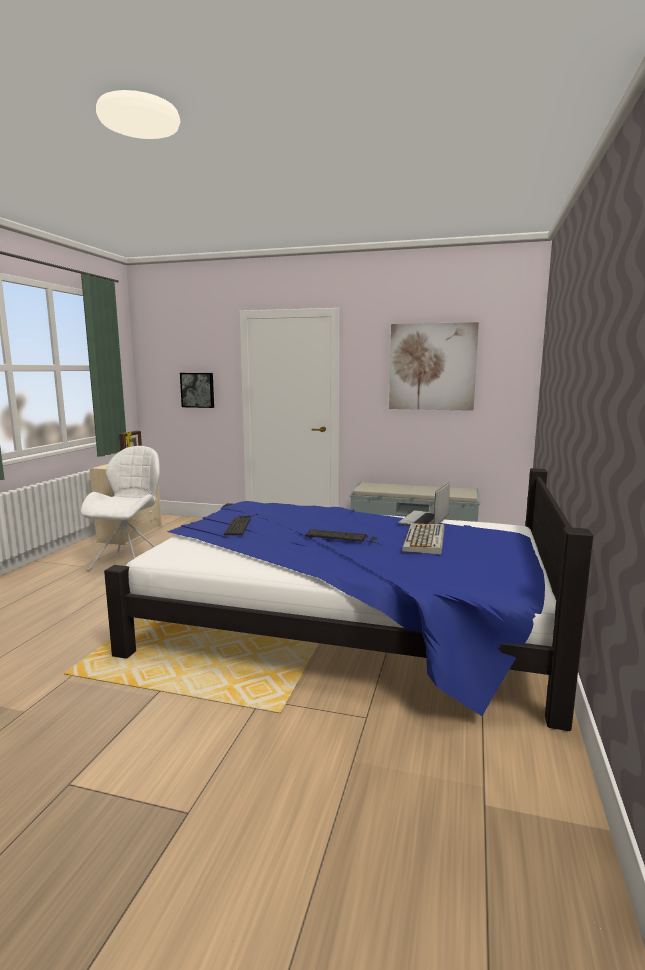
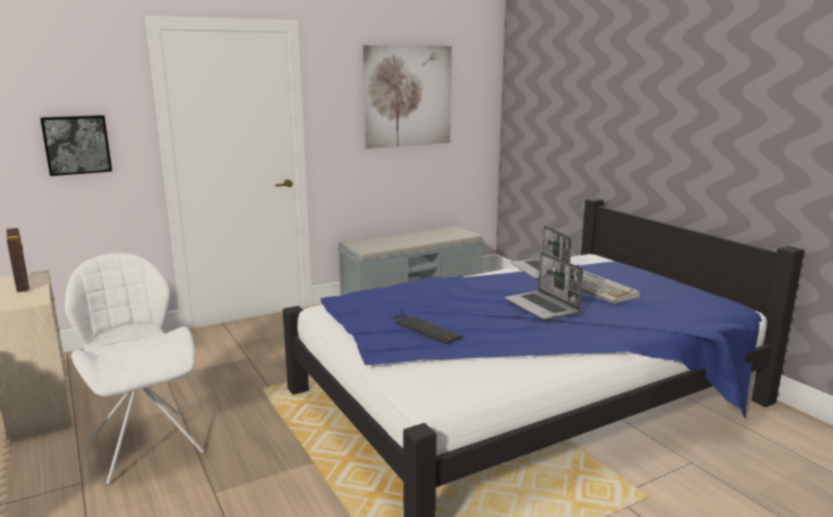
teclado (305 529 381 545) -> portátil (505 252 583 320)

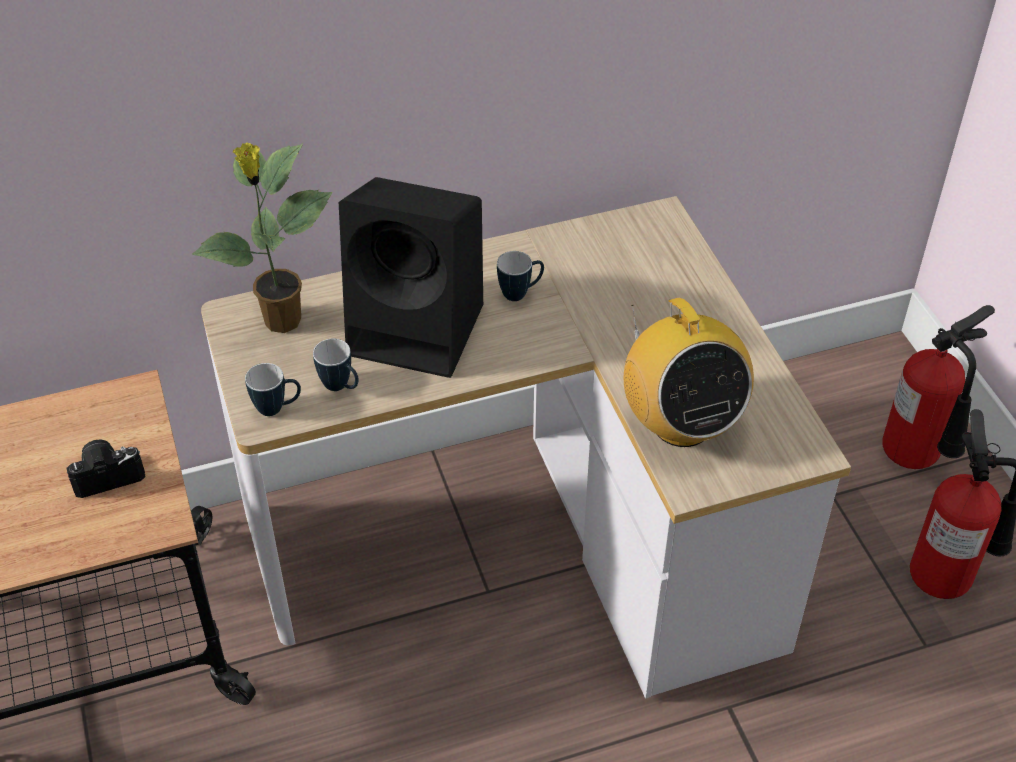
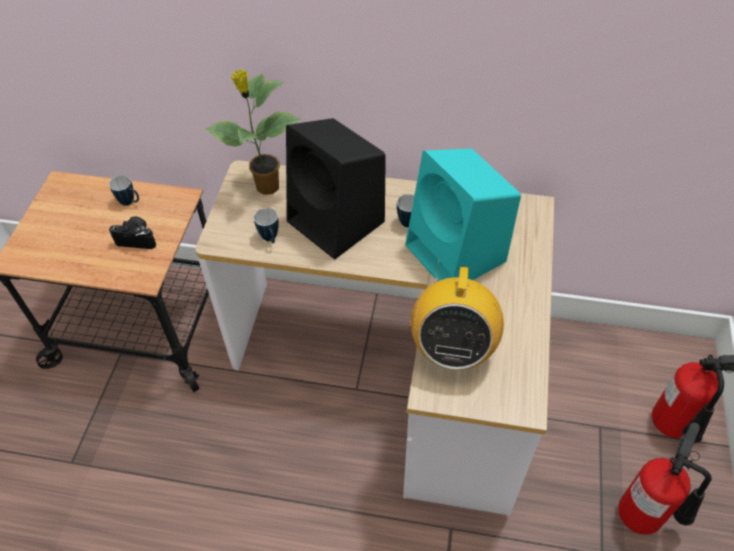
taza grande (245 363 301 416) -> taza grande (109 175 139 206), relocated
none -> altavoz/turquesa (406 148 521 281)

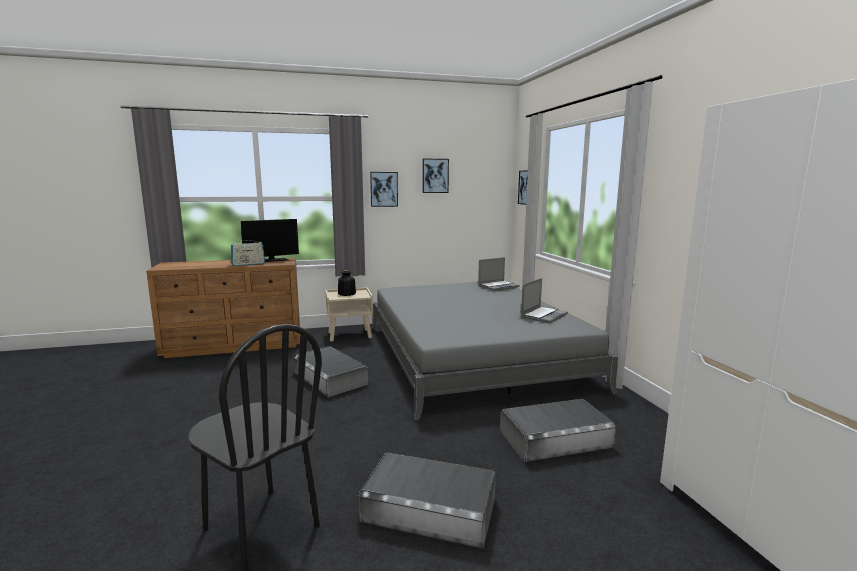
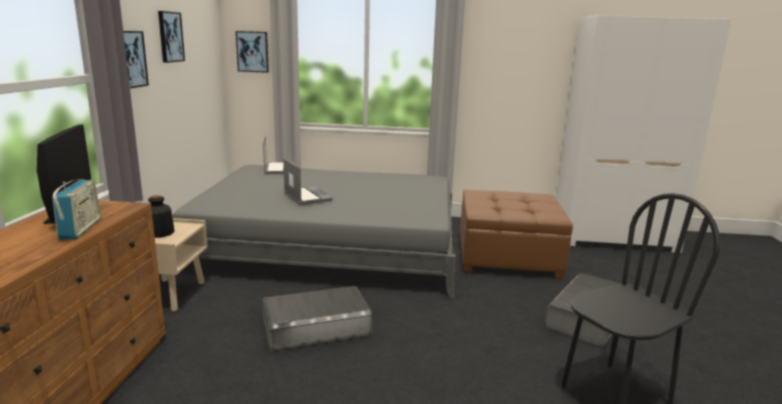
portátil (521 278 568 323) -> portátil (283 158 333 205), relocated
caja de almacenaje/gris (500 399 616 462) -> puf/marrón (460 190 573 280)

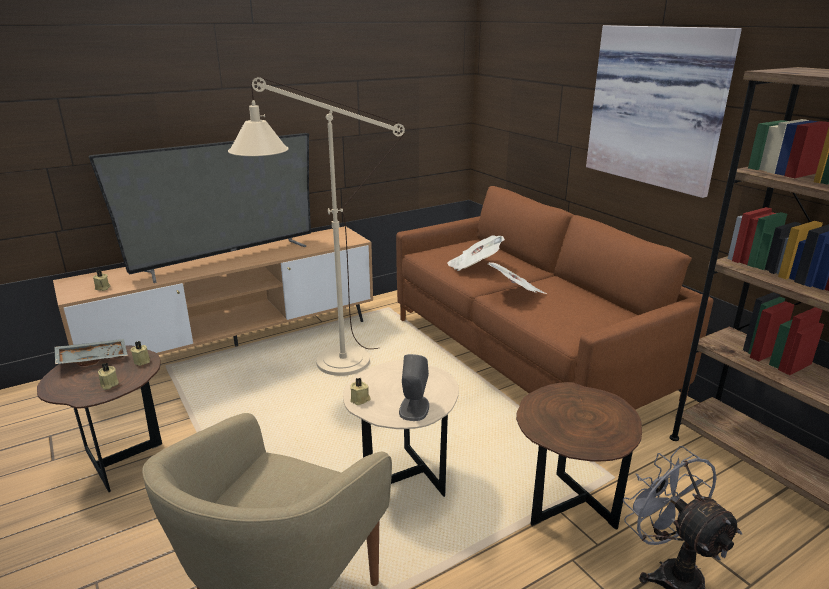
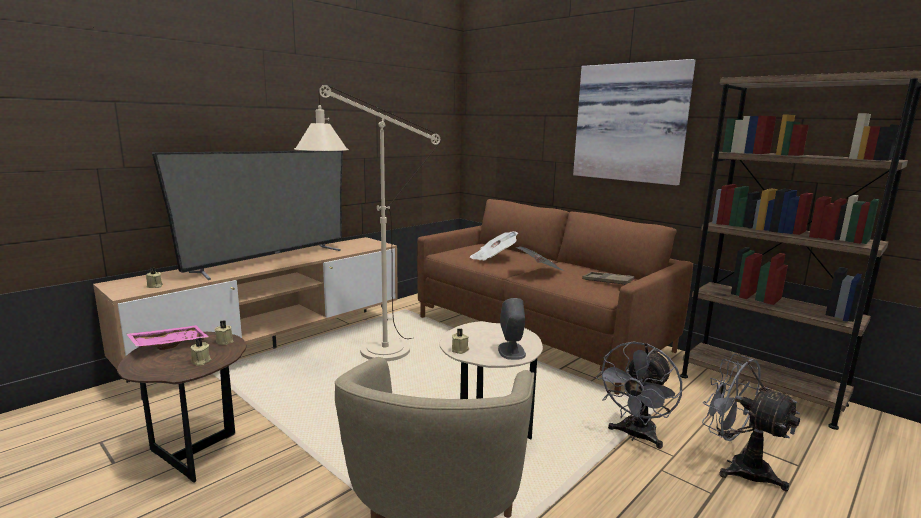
bandeja/gris (55 339 128 366) -> bandeja/rosa (127 325 209 350)
none -> bandeja/marrón (582 272 634 285)
mesa auxiliar/marrón (516 382 642 530) -> ventilador/gris (596 342 682 449)

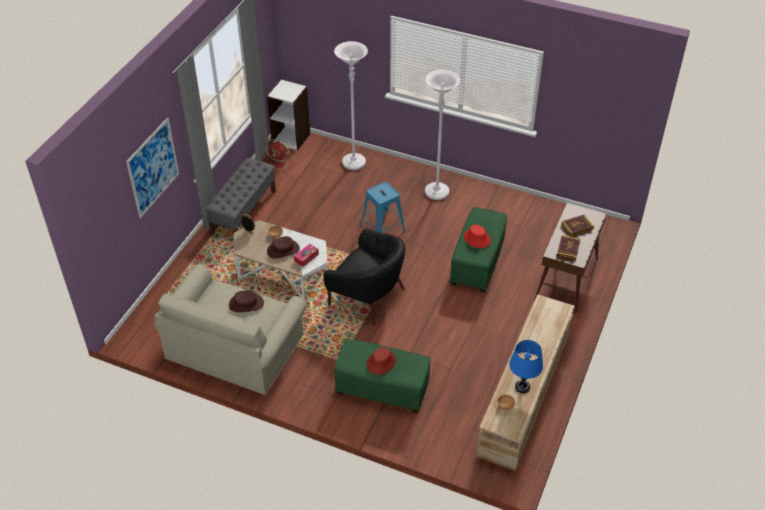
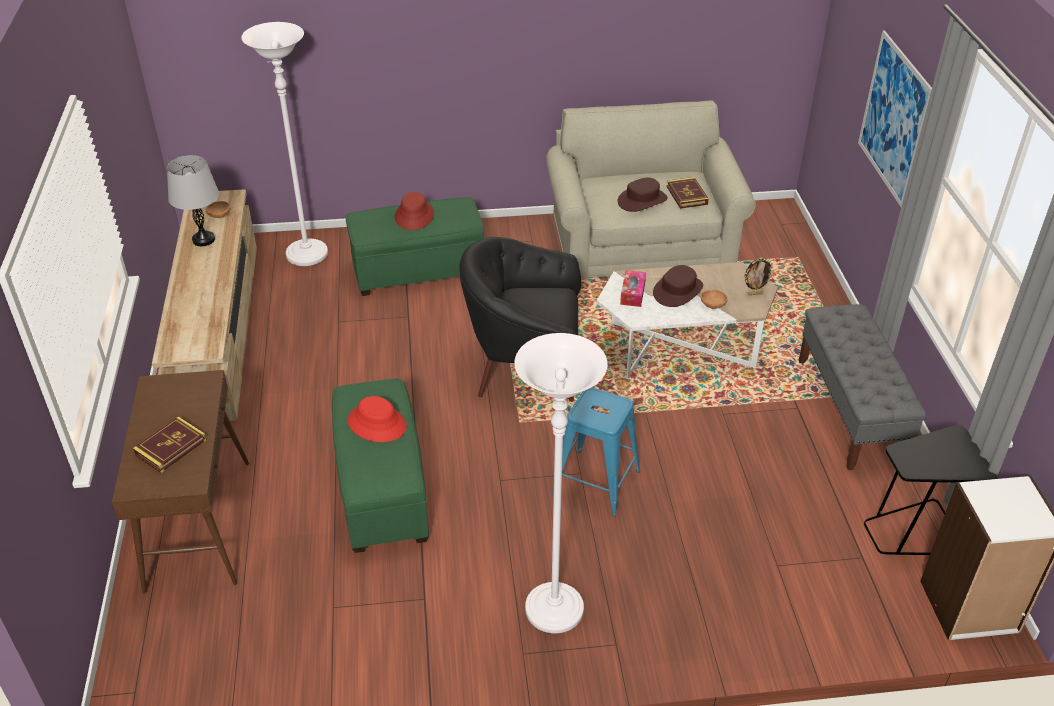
lámpara de mesa/azul (509 340 543 393) -> lámpara de mesa/gris (167 155 219 246)
lámpara de pie/blanco (334 41 368 170) -> lámpara de pie/blanco (241 22 328 266), relocated
libro (557 235 580 261) -> libro (666 177 709 209), relocated
ventilador/rojo (265 139 292 172) -> mesa auxiliar/negro (864 425 997 555)

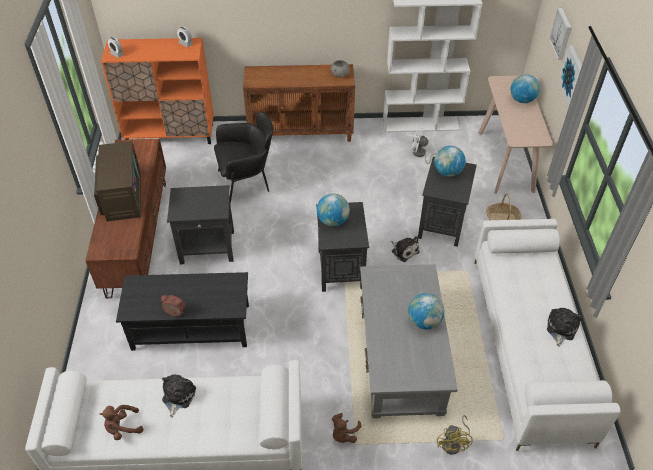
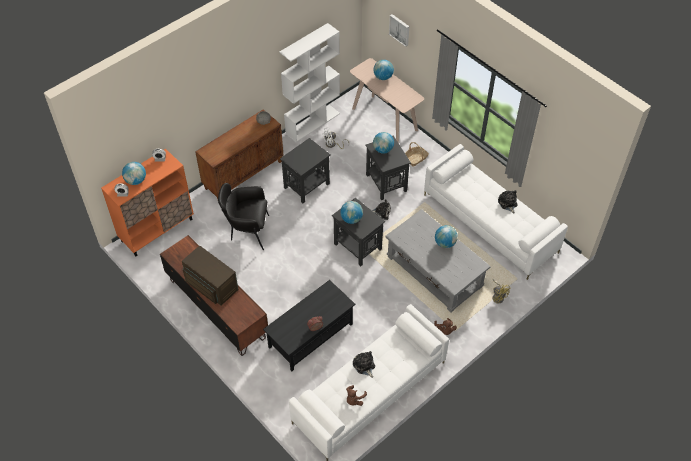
none -> globo terráqueo (122 162 146 185)
sillón/negro (214 111 273 204) -> sillón/negro (218 183 269 250), 120 degrees counterclockwise
mesa auxiliar/negro (167 185 234 264) -> mesa auxiliar/negro (280 138 331 203), relocated
cuadro (558 45 582 107) -> none

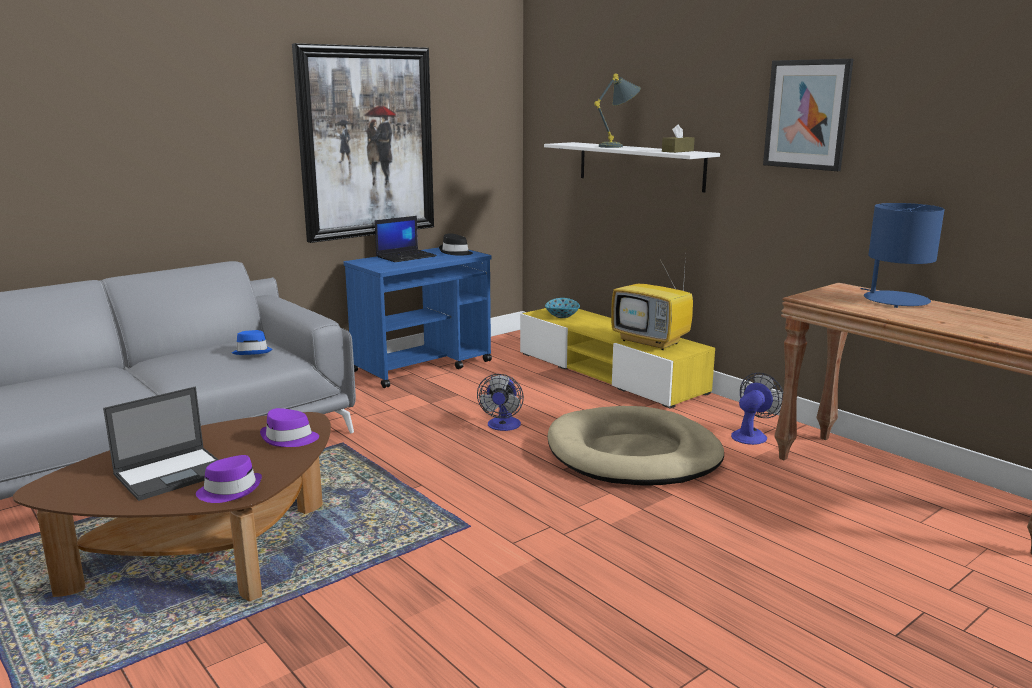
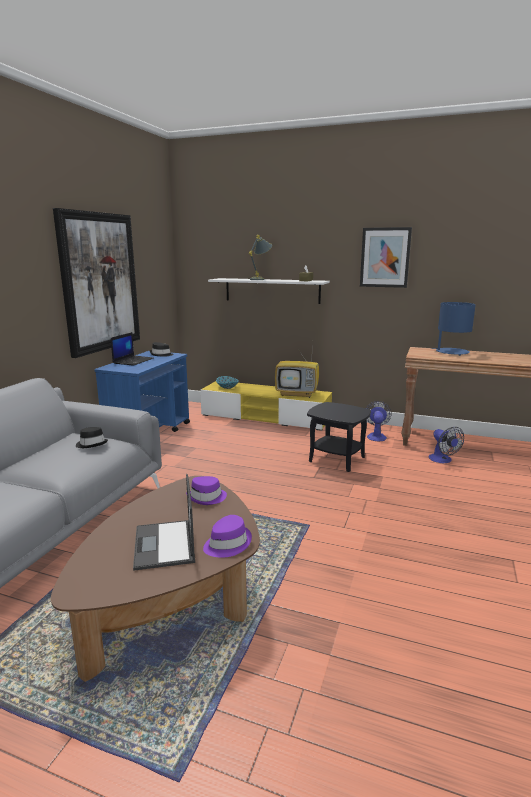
sombrero/azul (232 330 273 355) -> sombrero/negro (76 427 108 448)
portátil (103 386 219 501) -> portátil (133 474 195 571), 150 degrees clockwise
cama para perro/beis (548 406 724 485) -> mesa auxiliar/negro (307 402 371 472)
ventilador (477 374 524 431) -> ventilador (429 427 464 463), relocated

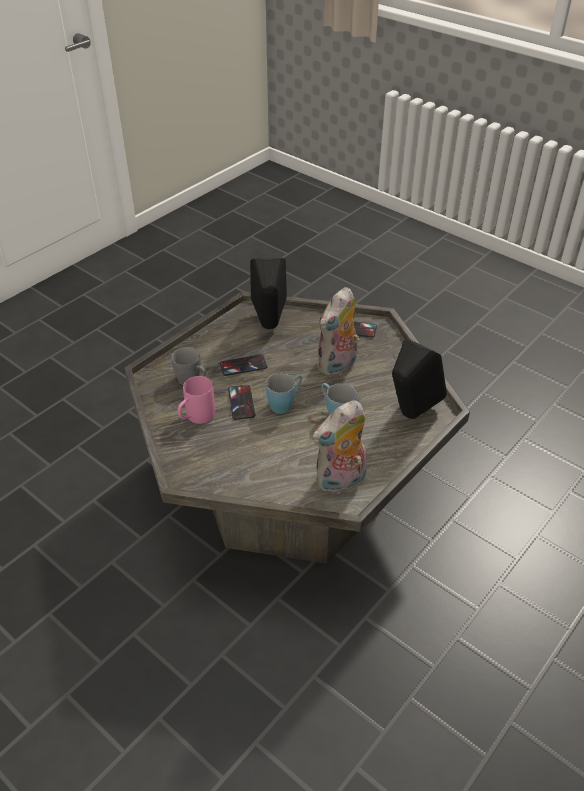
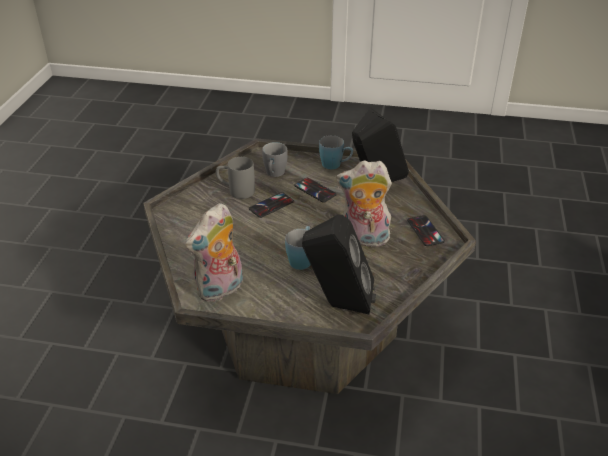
peluche (312 400 367 494) -> peluche (185 203 243 302), 75 degrees counterclockwise
taza grande/rosa (178 376 215 424) -> taza grande/gris (216 157 255 199)
taza grande/azul (266 373 302 414) -> taza grande/azul (319 135 353 170), relocated

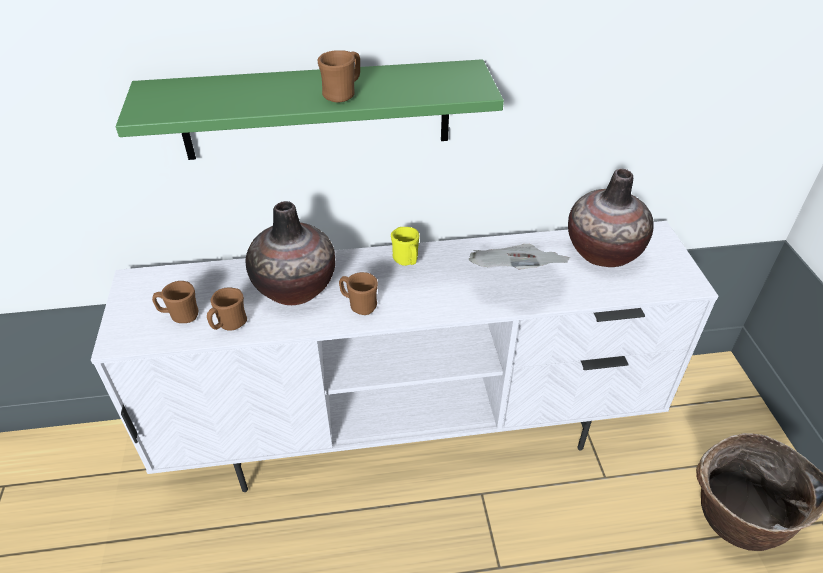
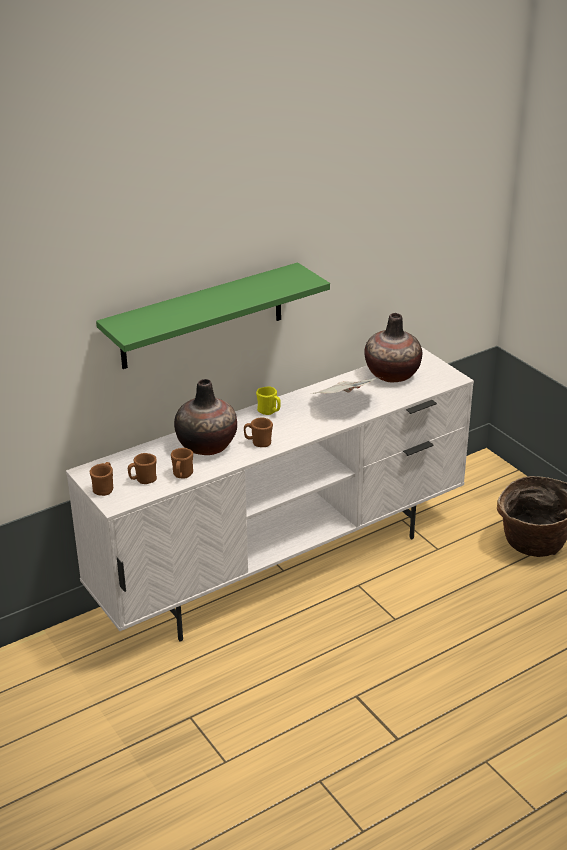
taza grande/marrón (317 50 360 102) -> taza grande/marrón (89 462 113 496), relocated

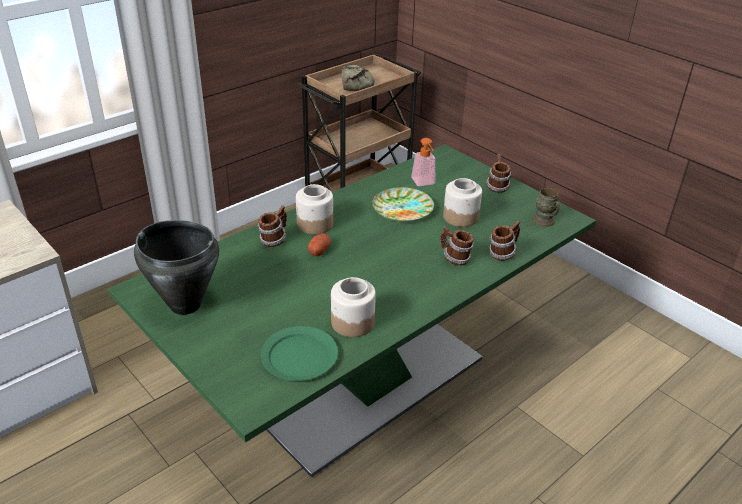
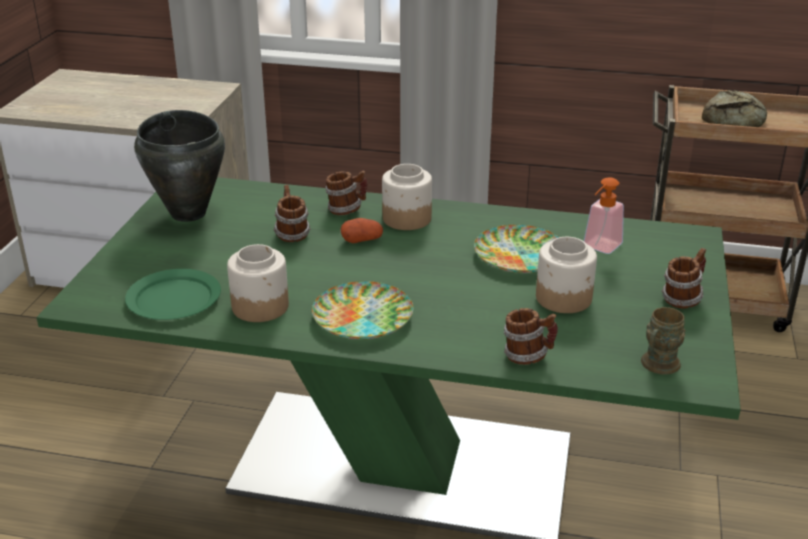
taza grande (441 226 474 266) -> taza grande (274 185 311 242), relocated
none -> plato (312 281 413 339)

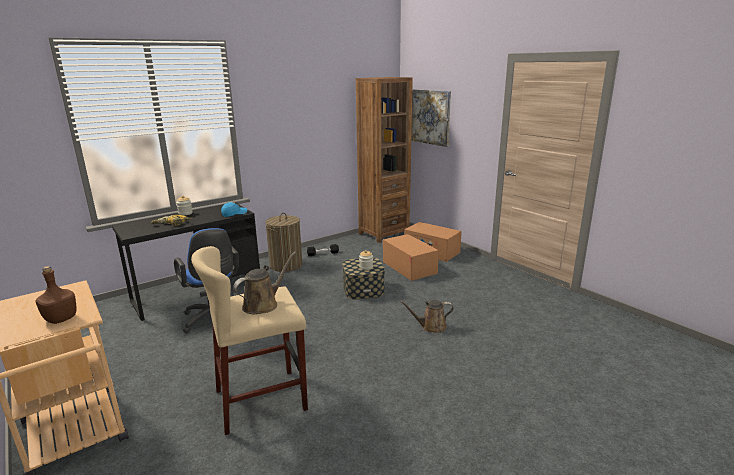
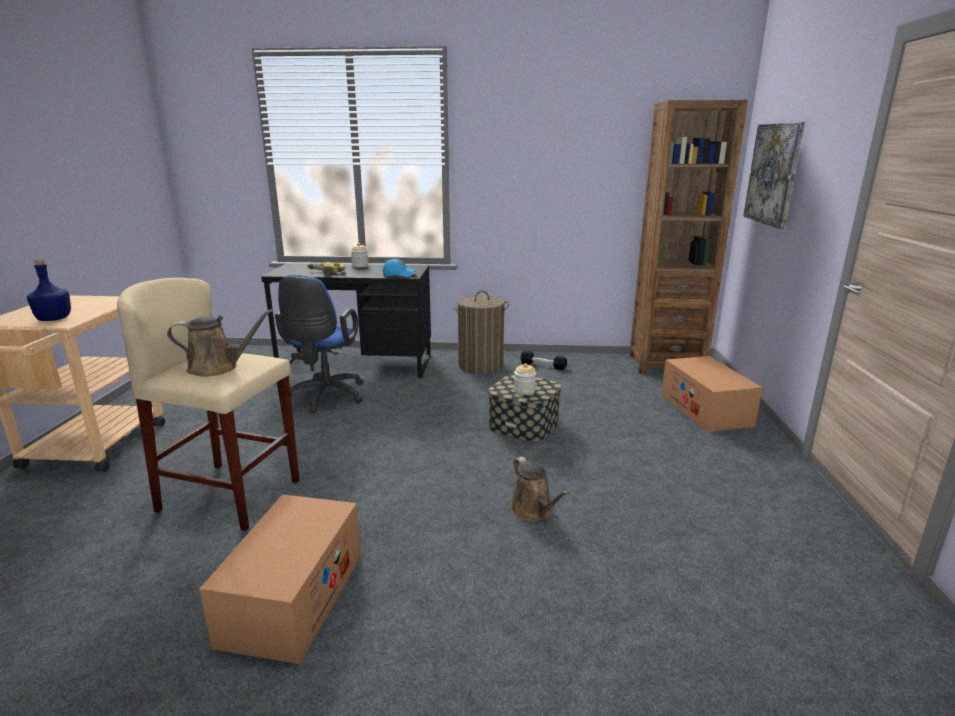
botella/marrón (35 266 77 324) -> botella/azul (27 260 71 321)
caja de cartón (383 234 439 281) -> caja de cartón (199 494 361 664), relocated
regadera/marrón (399 300 454 333) -> regadera/marrón (510 457 569 521), 150 degrees counterclockwise

